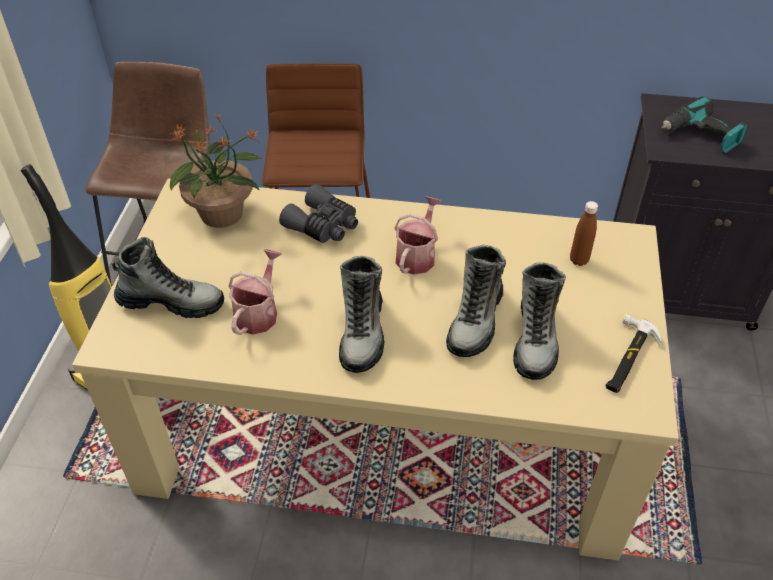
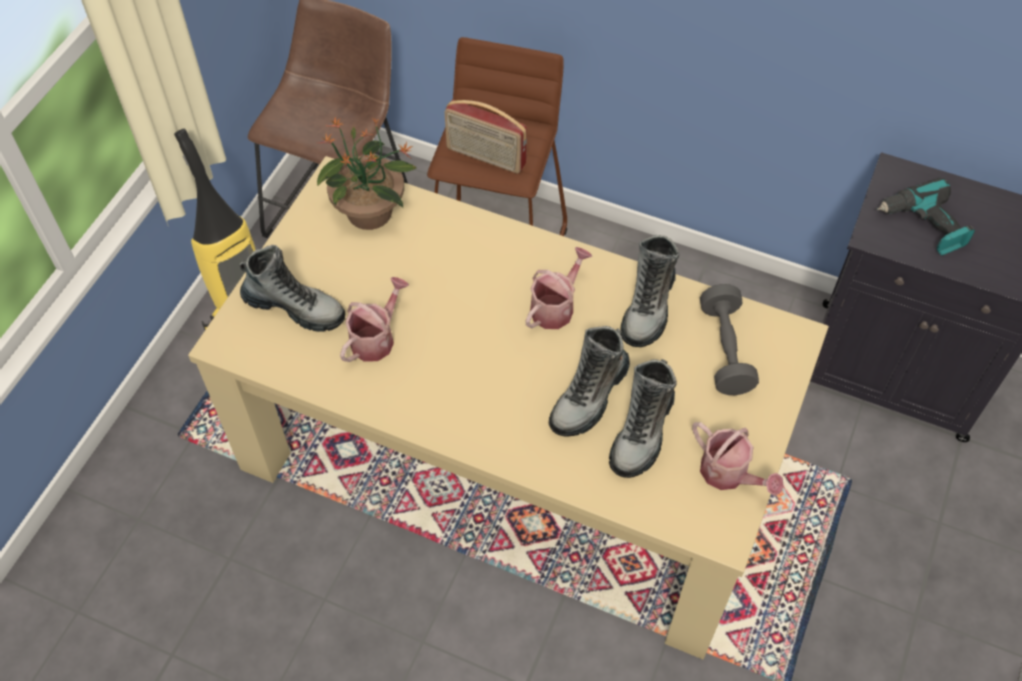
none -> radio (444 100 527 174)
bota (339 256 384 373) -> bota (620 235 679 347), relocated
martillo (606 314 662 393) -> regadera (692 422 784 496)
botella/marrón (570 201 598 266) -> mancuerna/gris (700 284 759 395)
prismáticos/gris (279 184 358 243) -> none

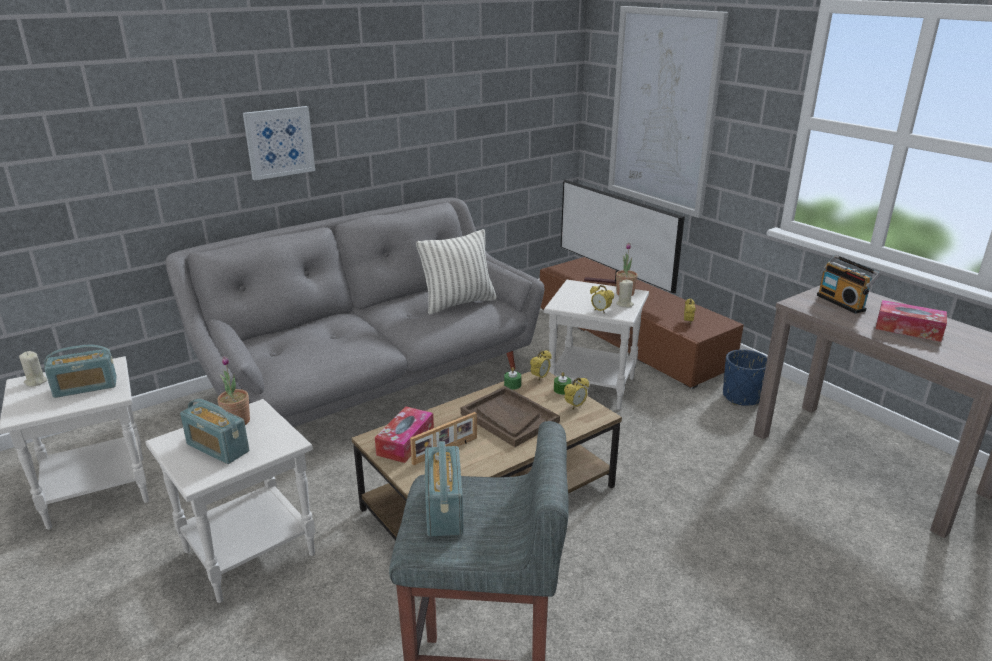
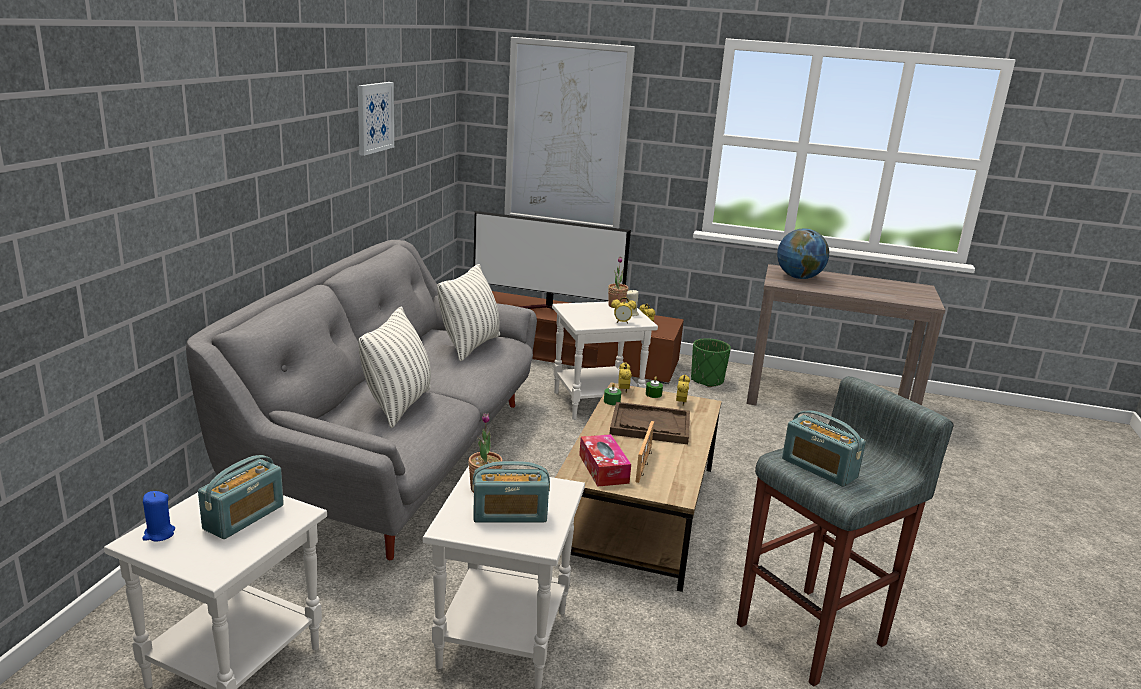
vela/beis (19 351 47 387) -> vela/azul (143 491 175 542)
cuadro (243 106 315 181) -> cuadro (358 82 394 156), relocated
none -> cojín (358 307 431 428)
maceta/azul (723 349 767 406) -> maceta/verde (691 338 731 387)
radio (817 255 880 314) -> globo terráqueo (777 228 829 279)
caja de pañuelos (876 300 947 342) -> none

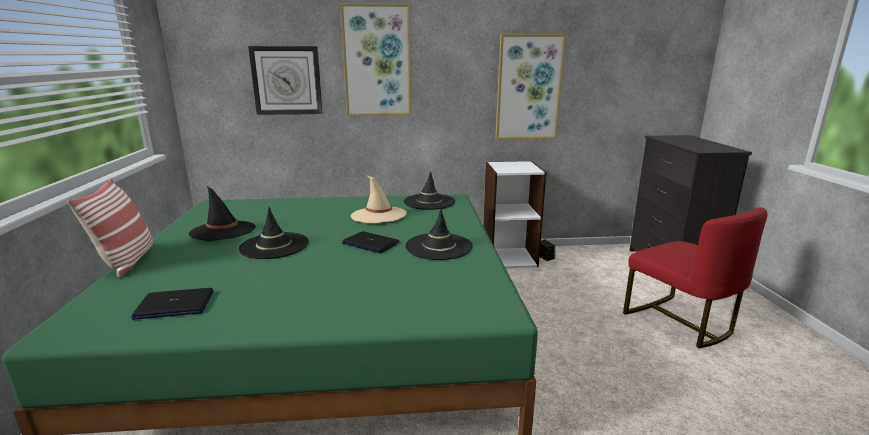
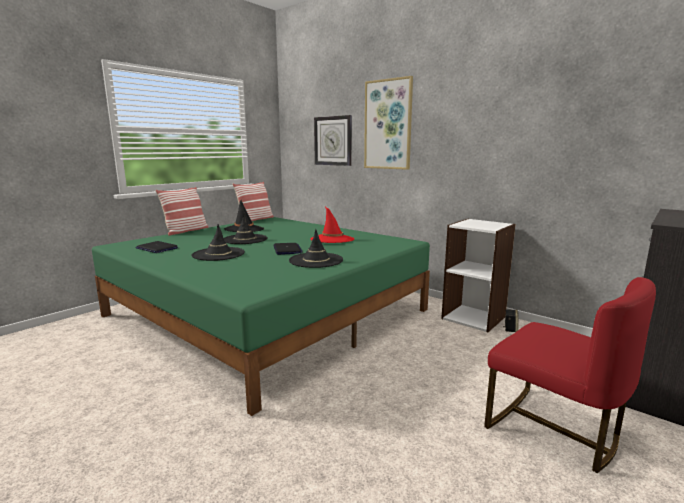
sombrero/negro (404 171 455 210) -> sombrero/negro (192 224 245 261), relocated
none -> cojín (232 182 274 221)
sombrero/beis (351 176 407 223) -> sombrero/rojo (310 207 354 243)
silla/rojo (623 207 768 348) -> silla/rojo (484 277 656 473), 60 degrees counterclockwise
cuadro (495 34 566 139) -> none

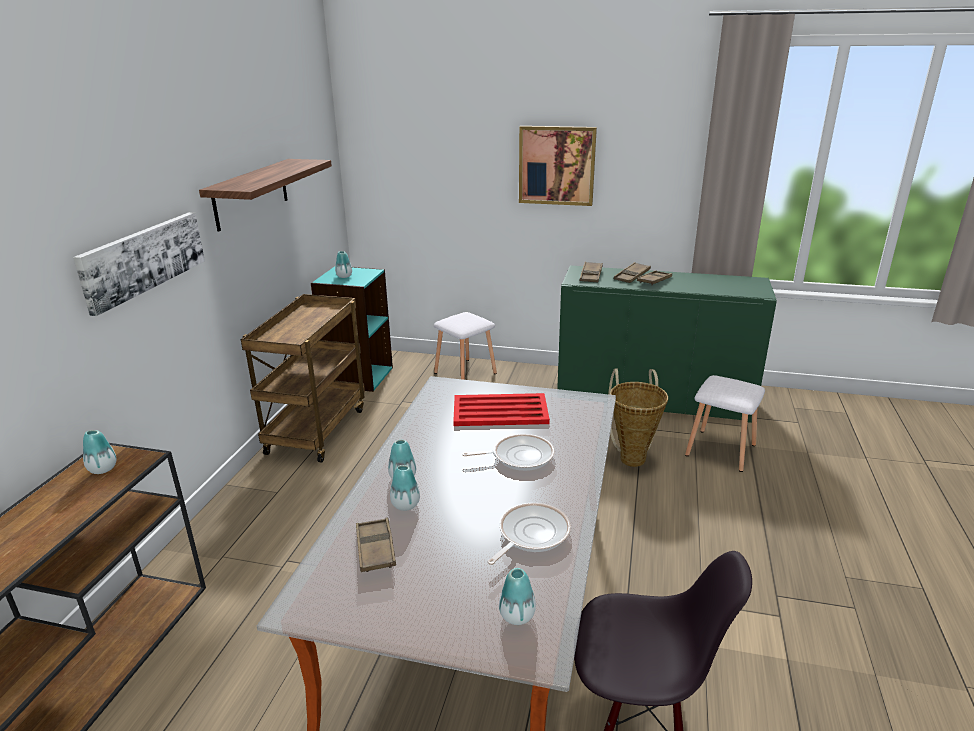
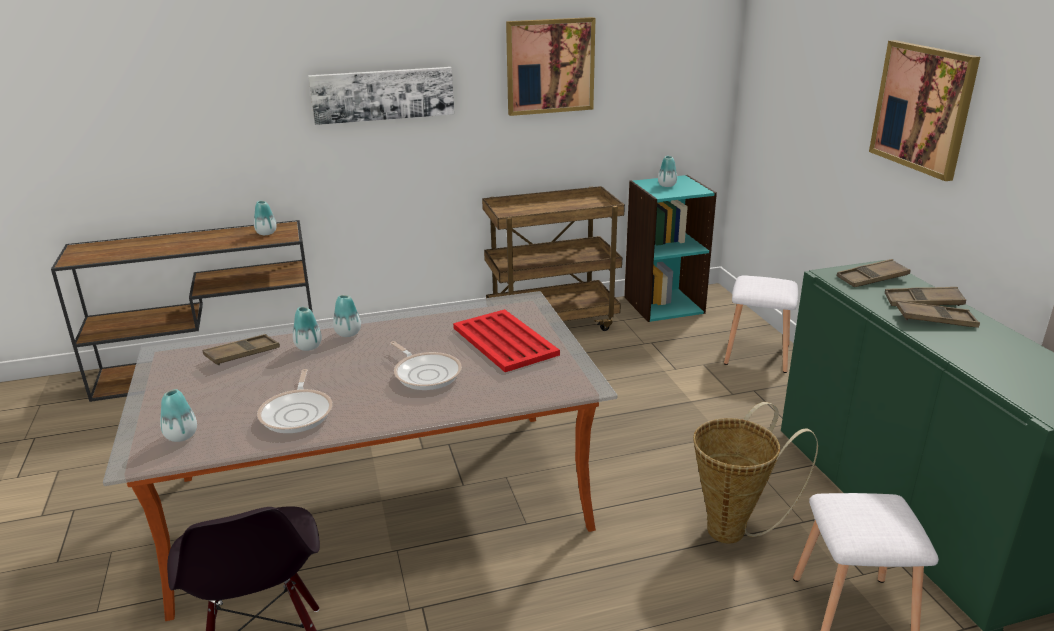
sartén (488 503 571 565) -> sartén (257 369 333 433), 75 degrees clockwise
estante (199 159 332 232) -> cuadro (506 17 595 116)

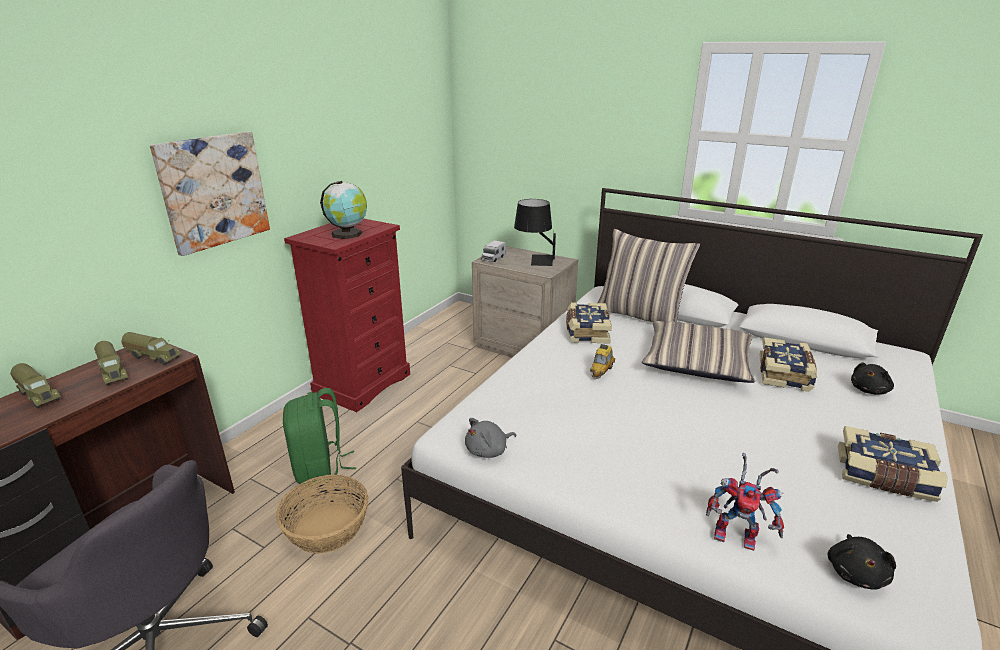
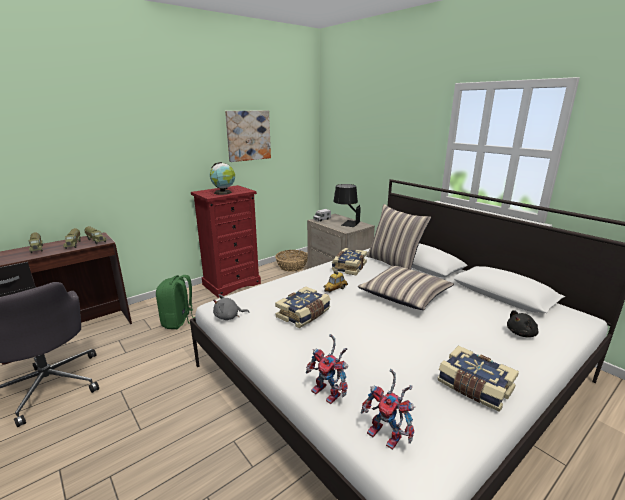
cuadro (150 132 270 256) -> cuadro (225 110 271 162), relocated
cesta (276 475 368 554) -> cesta (275 250 308 272), relocated
libro (760 337 817 392) -> libro (275 286 331 328), relocated
peluche/negro (828 534 896 590) -> robot de juguete (361 369 415 450)

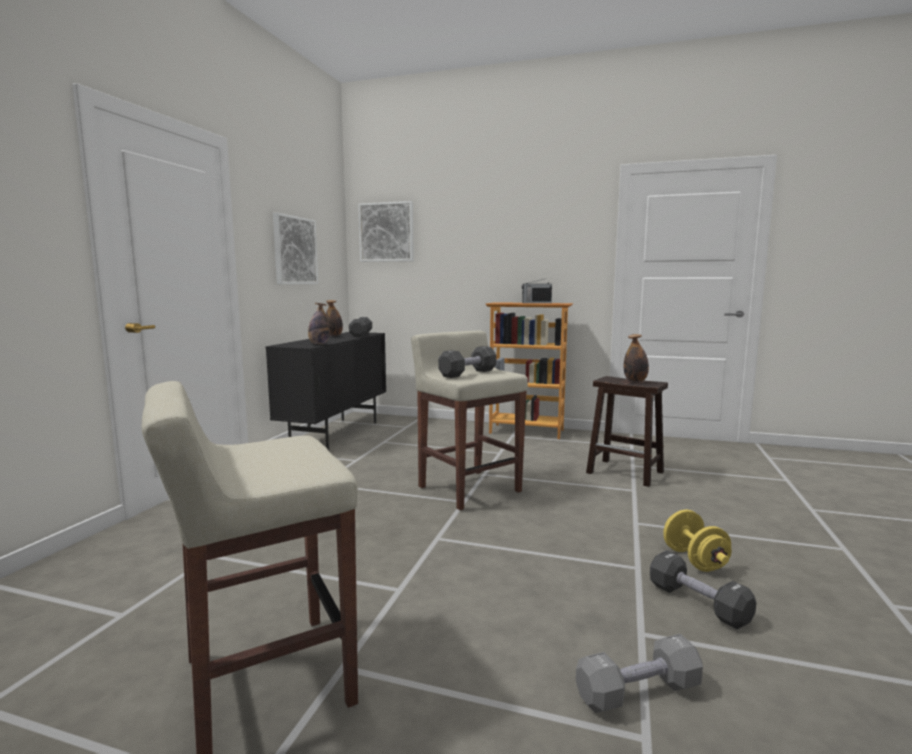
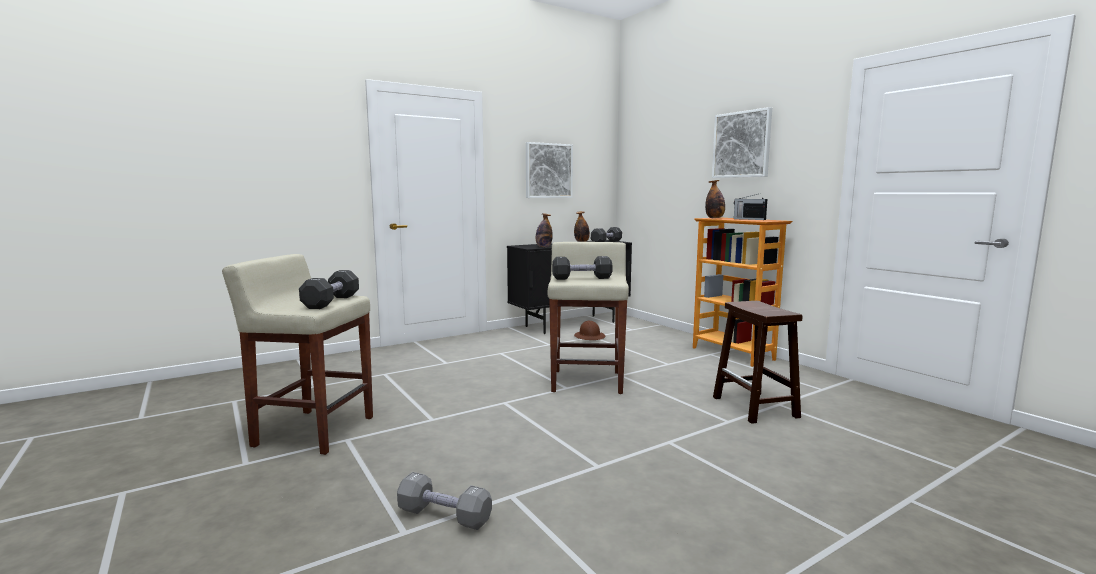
mancuerna/negro (650 550 756 629) -> mancuerna/negro (299 270 359 309), relocated
none -> casco/marrón (574 321 605 340)
botella (624 334 649 382) -> botella (705 180 725 218), relocated
cuadro (358 201 414 262) -> cuadro (712 107 772 178), relocated
mancuerna/amarillo (663 509 732 572) -> none

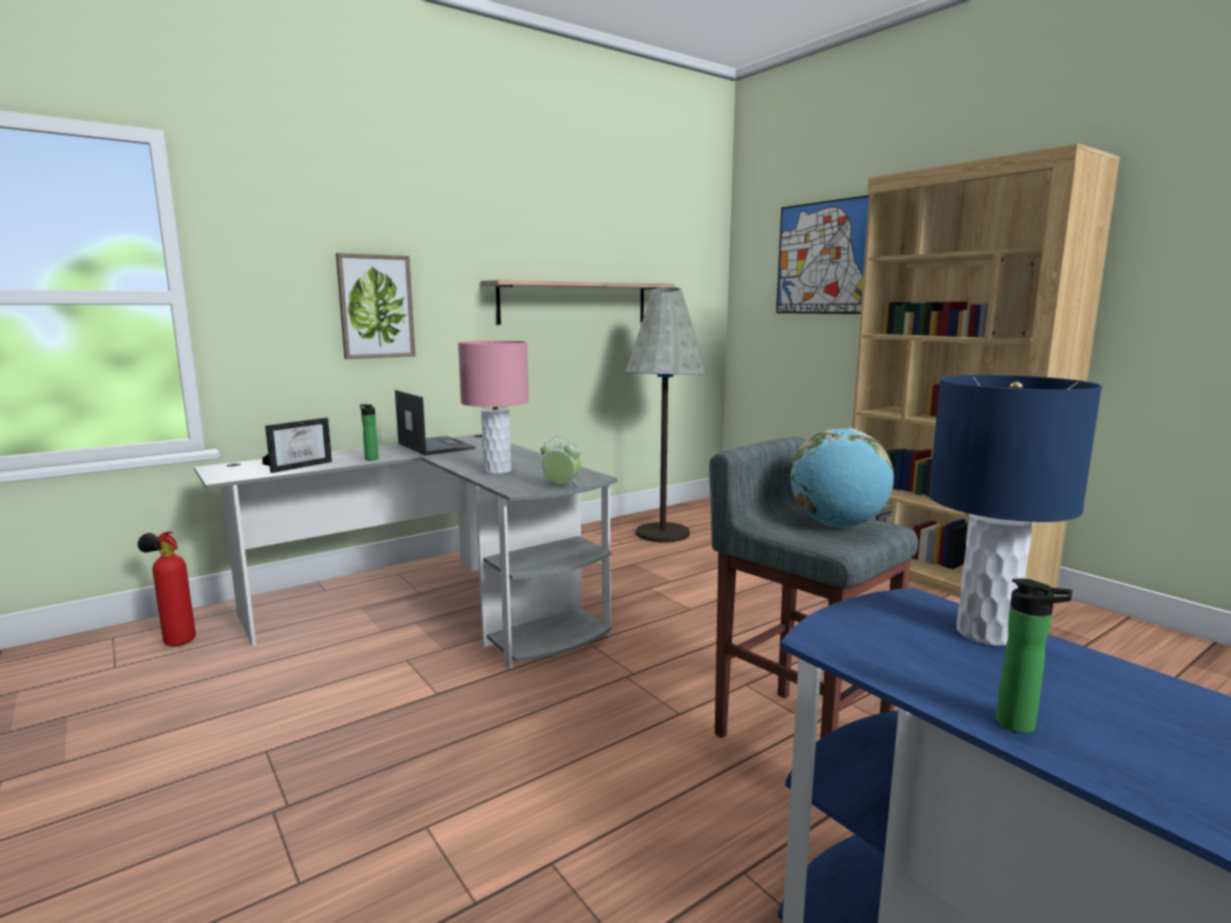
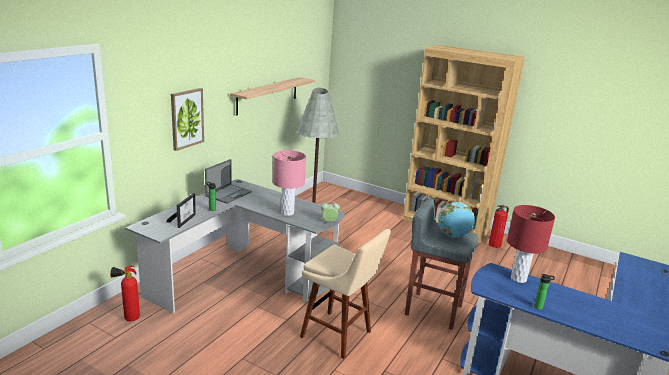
portátil (395 390 476 455) -> portátil (205 159 252 204), 90 degrees clockwise
none -> taburete/beis (300 229 391 359)
none -> extintor (489 205 509 248)
lámpara de mesa/azul (928 375 1102 646) -> lámpara de mesa/rojo (507 205 555 283)
cuadro (776 195 869 314) -> none

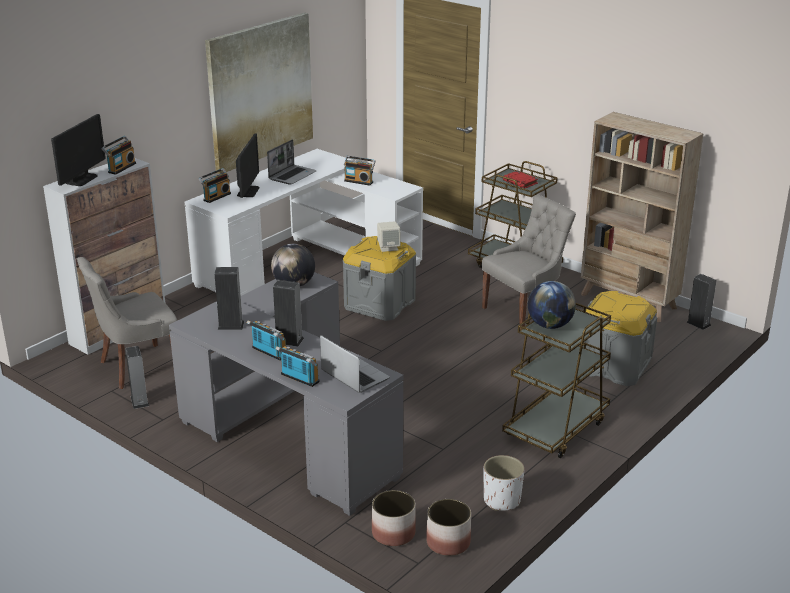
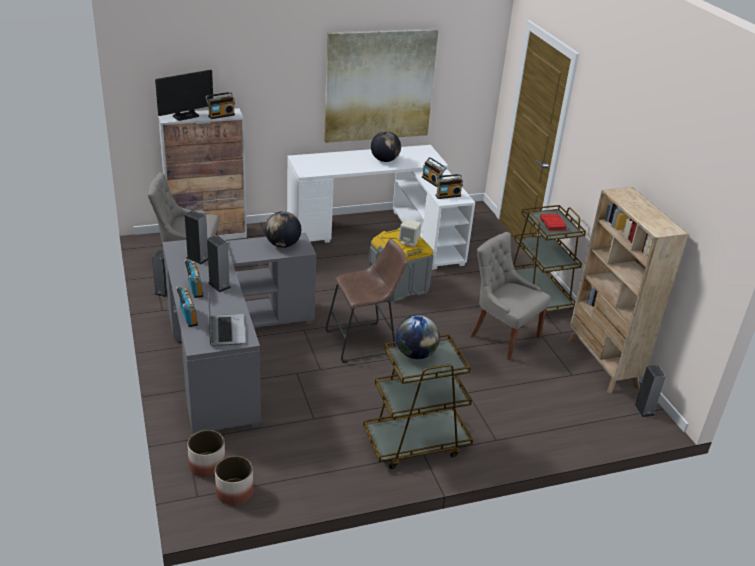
none -> taburete/marrón (326 239 407 363)
portátil (267 139 317 185) -> globo terráqueo (371 131 401 162)
radio (199 168 231 203) -> radio (435 174 463 199), relocated
silla/gris (482 195 576 329) -> silla/gris (470 232 551 360), 135 degrees counterclockwise
monitor (236 133 260 198) -> none
maceta/blanco (483 455 524 511) -> none
caja de almacenaje/gris (579 291 657 386) -> none

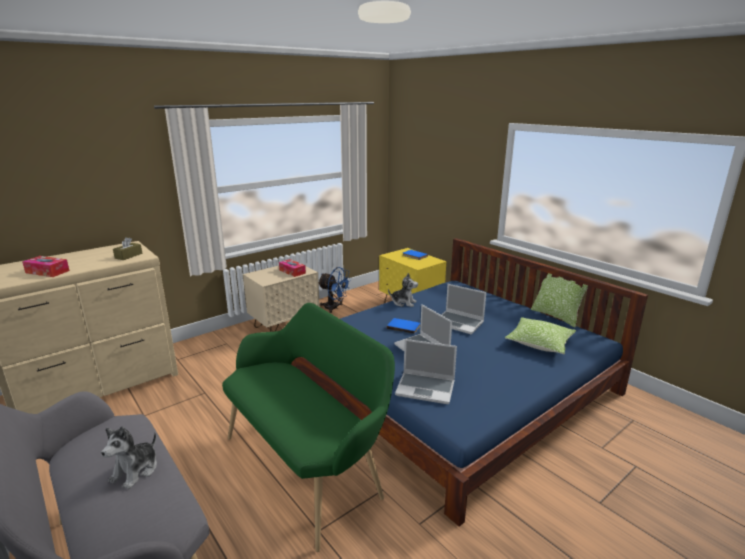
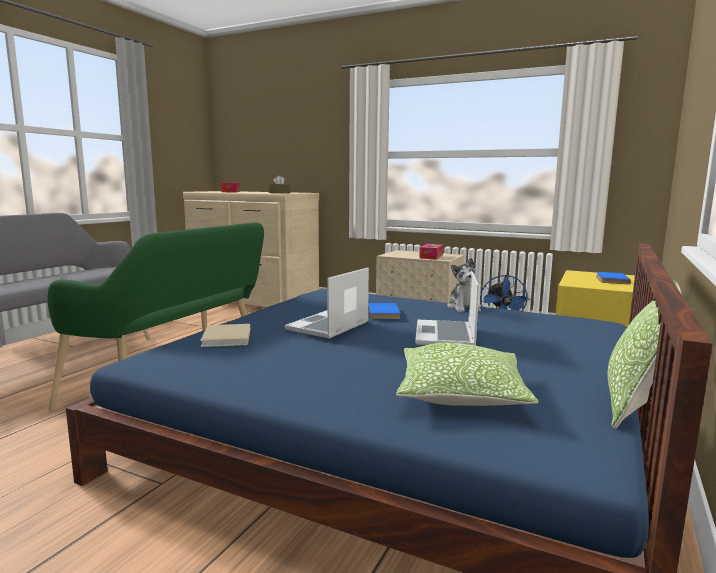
portátil (395 339 457 404) -> libro/beis (200 324 250 347)
peluche (101 426 157 489) -> none

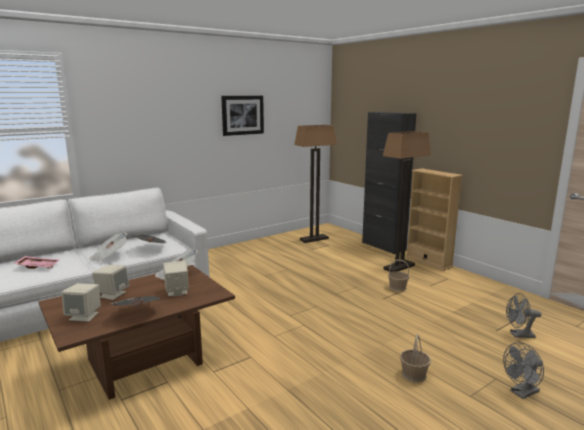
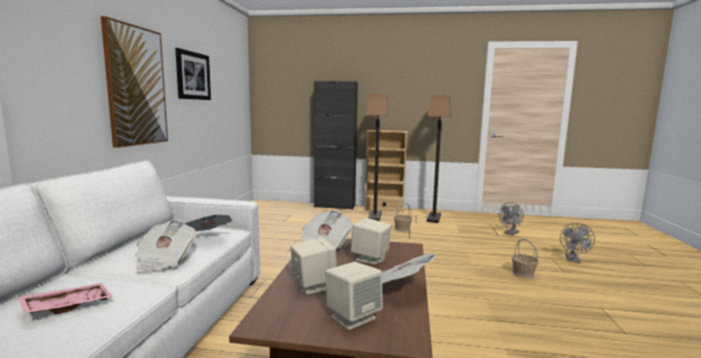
none -> cuadro (101 16 168 148)
lámpara de pie (294 125 337 243) -> lámpara de pie (427 95 452 223), relocated

